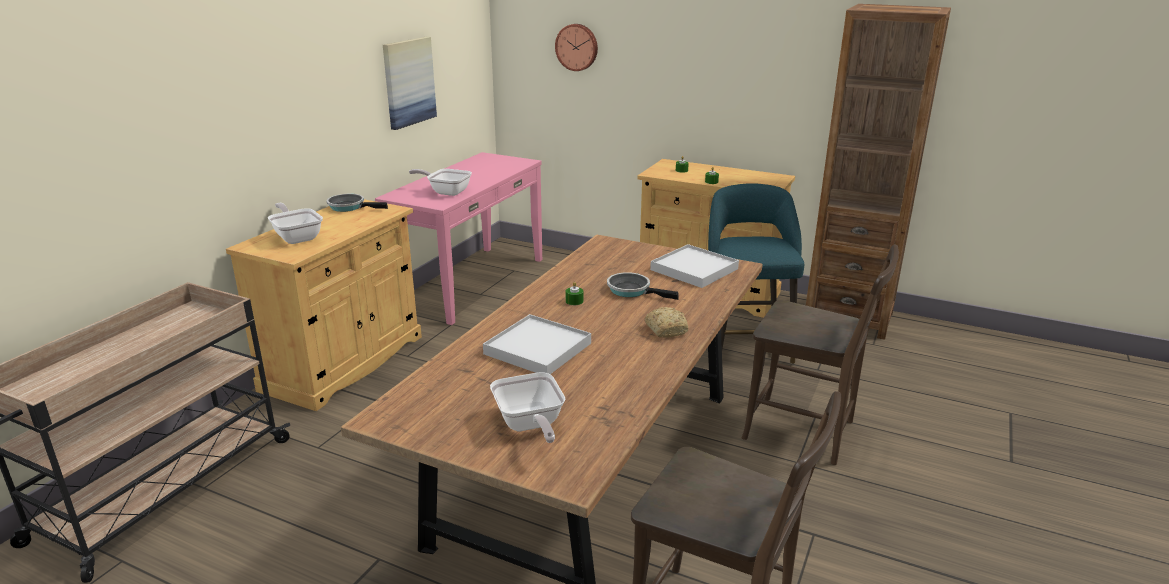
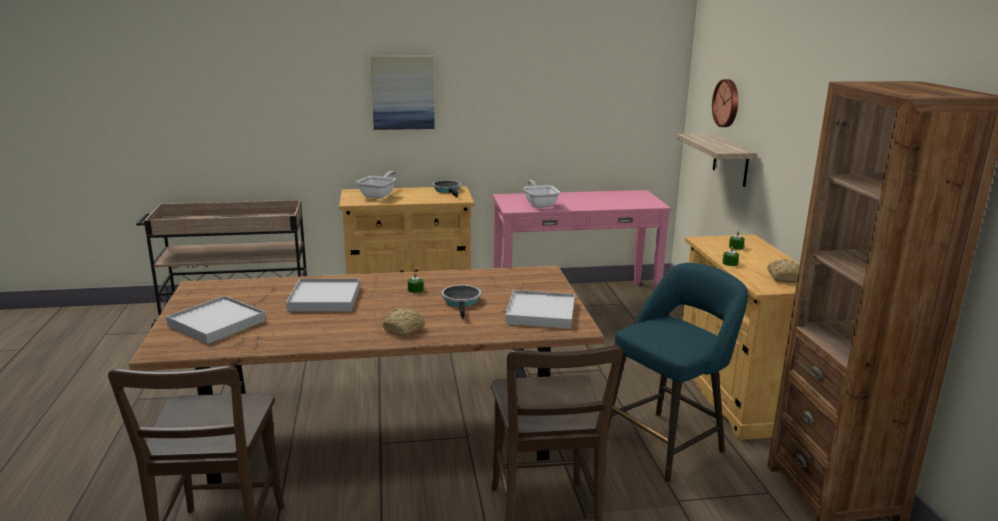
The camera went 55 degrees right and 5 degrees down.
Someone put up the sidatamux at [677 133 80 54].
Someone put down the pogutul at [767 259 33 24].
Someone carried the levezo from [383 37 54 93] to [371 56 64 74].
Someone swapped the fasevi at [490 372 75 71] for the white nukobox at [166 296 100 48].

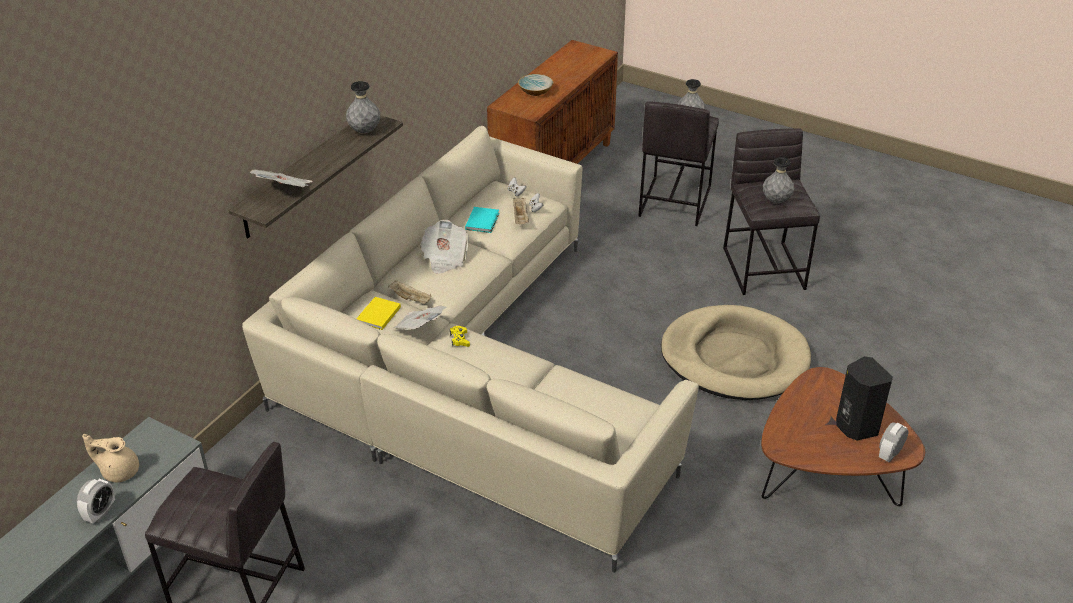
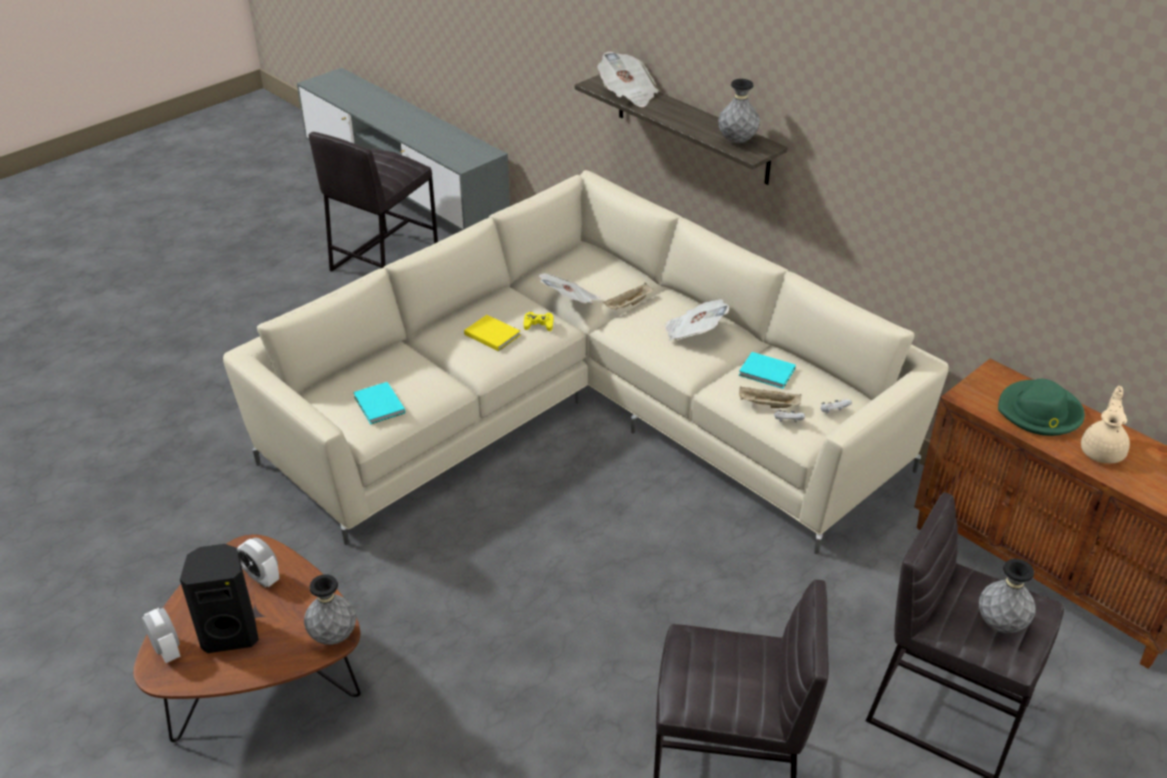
The camera went 105 degrees right and 0 degrees up.
Someone took away the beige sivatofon at [661 305 150 95].
Someone put down the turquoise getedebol at [353 382 52 43].
Someone carried the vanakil from [77 479 38 44] to [237 538 42 50].
Someone carried the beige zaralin from [82 434 57 48] to [1081 386 49 77].
Someone carried the yellow getedebol from [356 297 45 33] to [464 315 57 36].
Someone carried the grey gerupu from [763 157 31 46] to [304 574 52 71].
Someone swapped the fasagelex at [518 74 35 22] for the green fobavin at [998 379 87 57].

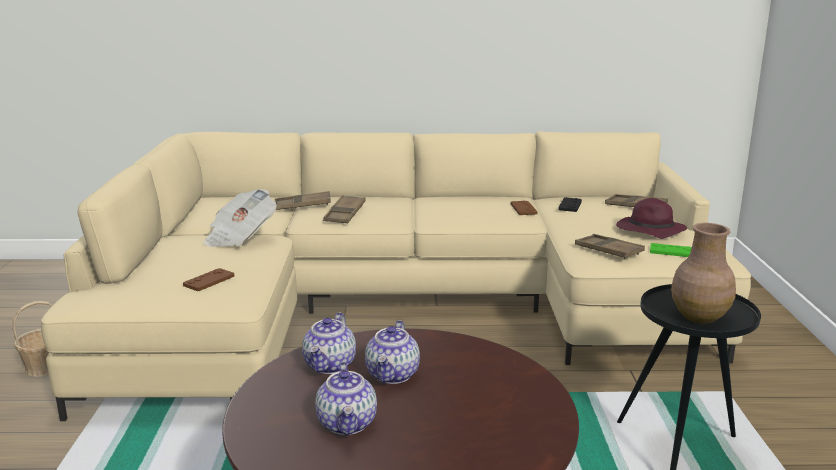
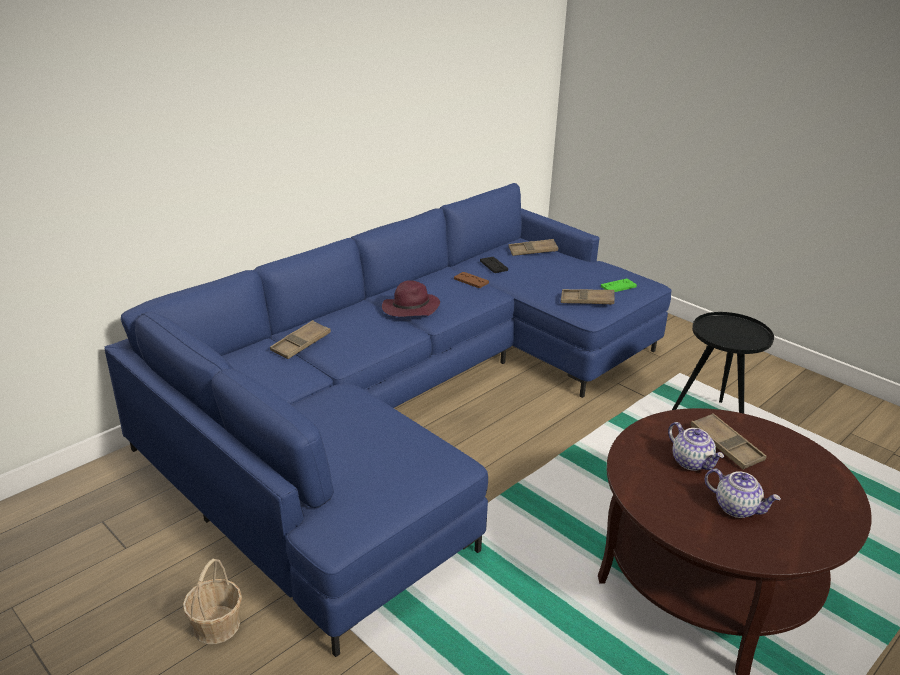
The camera went 45 degrees left and 10 degrees up.
Someone took away the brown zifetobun at [183 268 51 23].
Someone took away the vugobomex at [203 189 74 58].
Someone took away the zaralin at [302 312 54 62].
Someone took away the brown gerupu at [671 223 65 101].
Someone carried the brown nukobox from [323 195 42 28] to [690 413 77 56].
Someone carried the purple fobavin from [616 198 71 41] to [382 280 58 37].
Someone repainted the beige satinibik at [41 131 710 290], which became the blue satinibik at [104 183 568 474].

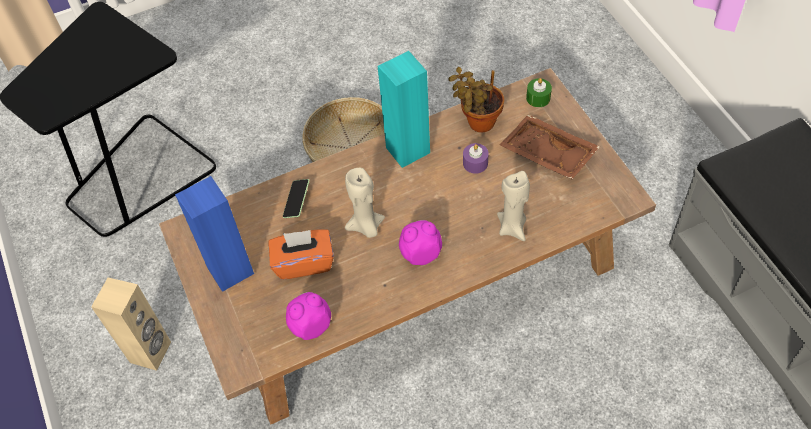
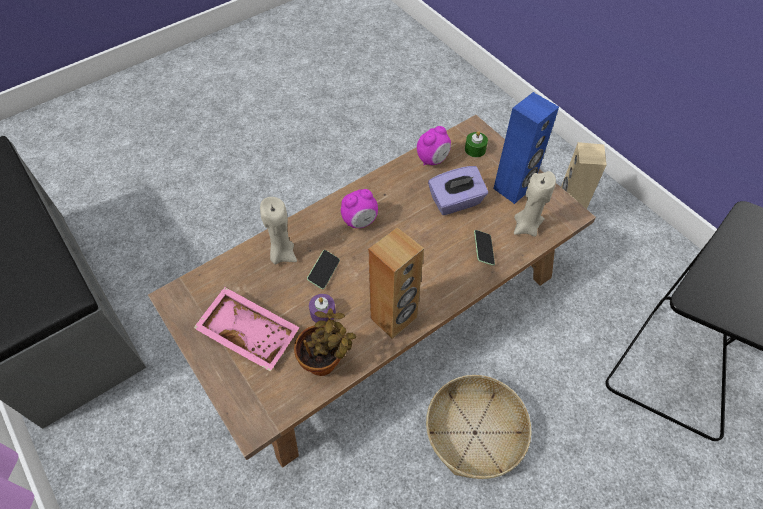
The camera went 165 degrees right and 0 degrees up.
Someone put down the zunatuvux at [307 250 33 39].
Someone carried the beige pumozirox from [345 168 40 70] to [514 171 42 66].
Someone carried the green pumozirox from [526 78 26 29] to [465 131 23 26].
Someone repainted the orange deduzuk at [268 229 66 51], which became the purple deduzuk at [428 166 60 49].
Someone repainted the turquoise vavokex at [378 51 52 117], which became the brown vavokex at [368 227 56 112].
Someone repainted the brown nukobox at [500 115 100 64], which became the pink nukobox at [193 287 107 85].

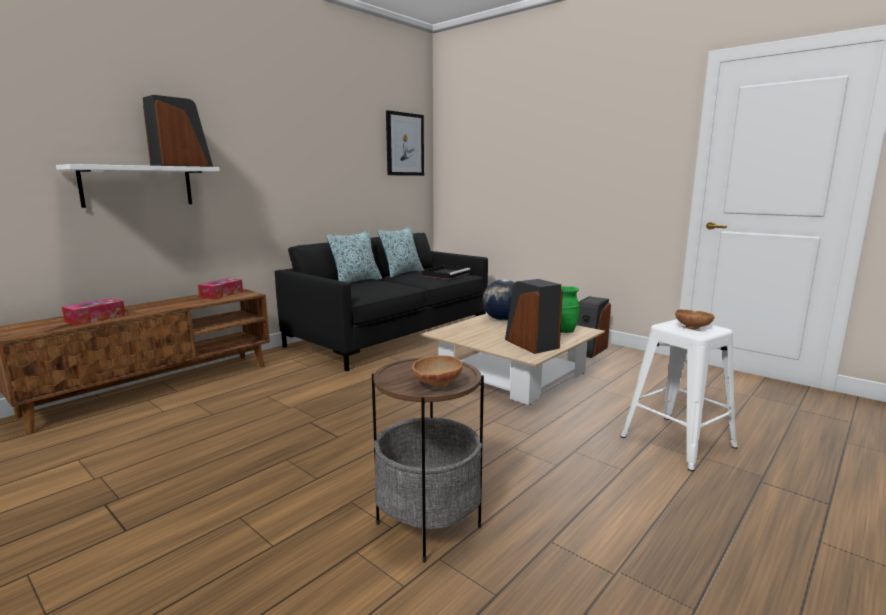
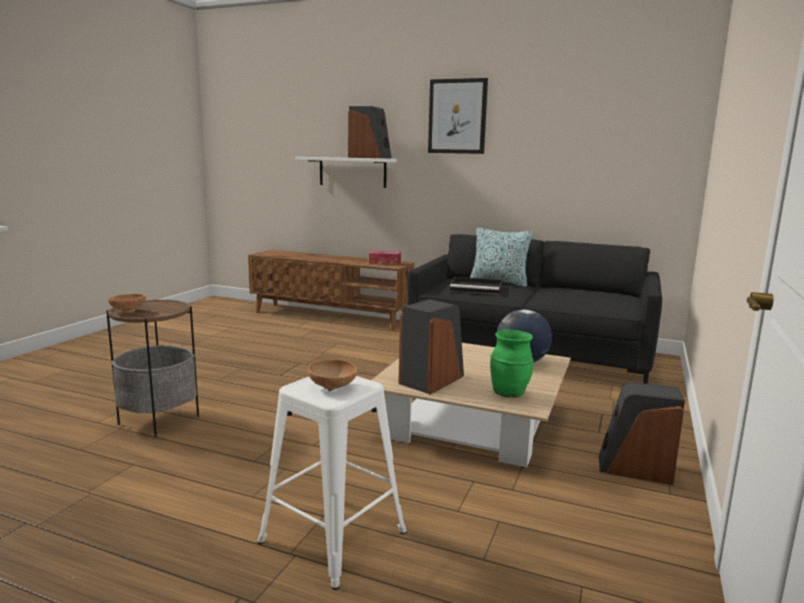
The camera went 70 degrees right and 0 degrees up.
Someone took away the deduzuk at [62 298 64 28].
Someone took away the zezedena at [378 227 46 51].
Someone carried the levezo from [386 110 38 66] to [428 78 60 76].
Someone carried the black nukobox from [422 265 48 14] to [450 277 52 18].

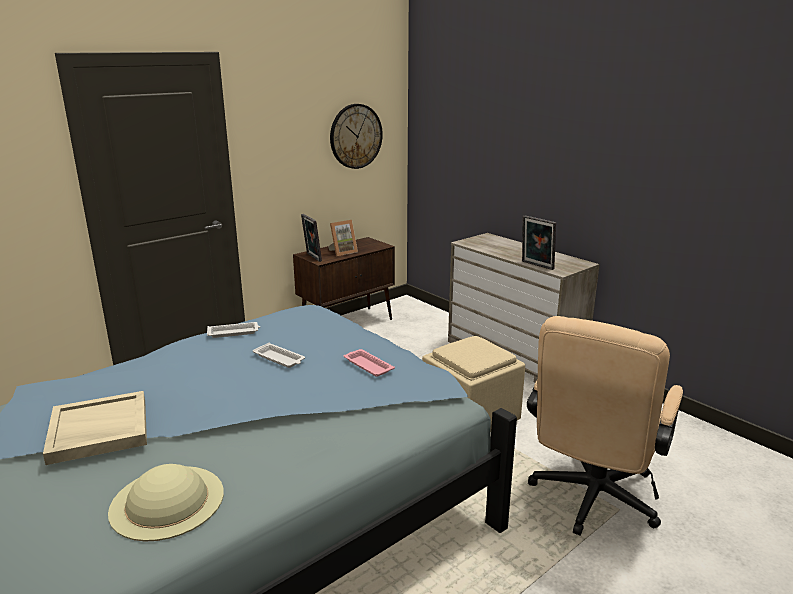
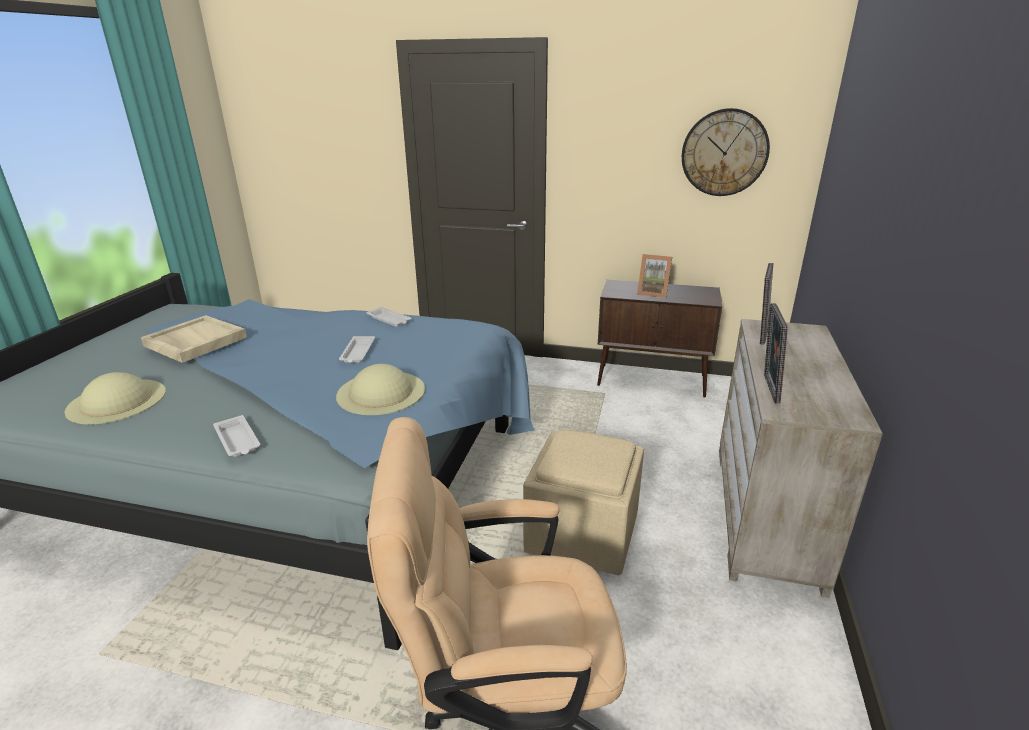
The camera went 55 degrees right and 5 degrees up.
Someone put down the white nukobox at [213 415 47 42].
Someone carried the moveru from [301 214 21 48] to [760 263 13 82].
Someone swapped the pink nukobox at [344 349 51 28] for the beige fobavin at [336 364 89 51].

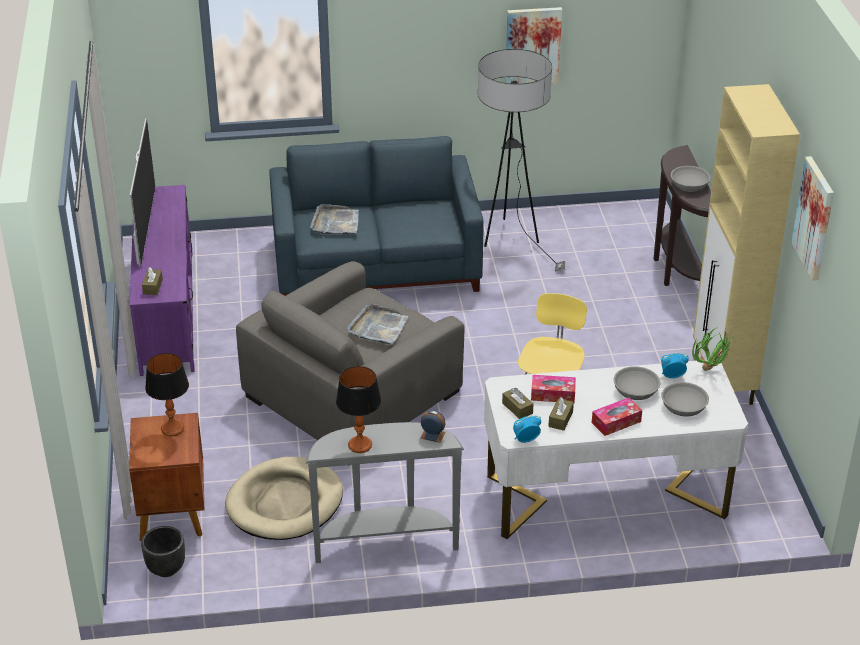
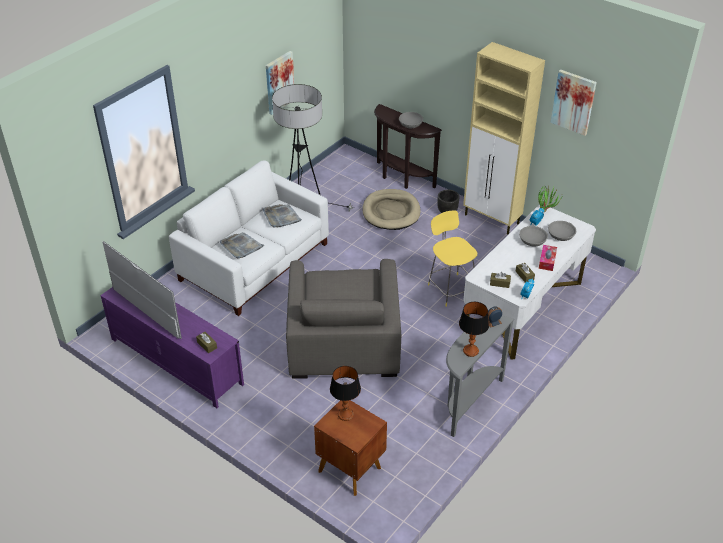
The camera went 45 degrees left and 5 degrees up.
Someone took away the deduzuk at [531 375 45 27].
Someone carried the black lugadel from [141 526 44 51] to [438 190 21 23].
Someone carried the beige sivatofon from [225 457 118 83] to [363 189 58 41].
Someone carried the grey nukobox from [347 303 61 41] to [263 204 39 23].
Someone repainted the blue satinibik at [269 136 215 160], which became the white satinibik at [169 160 160 156].

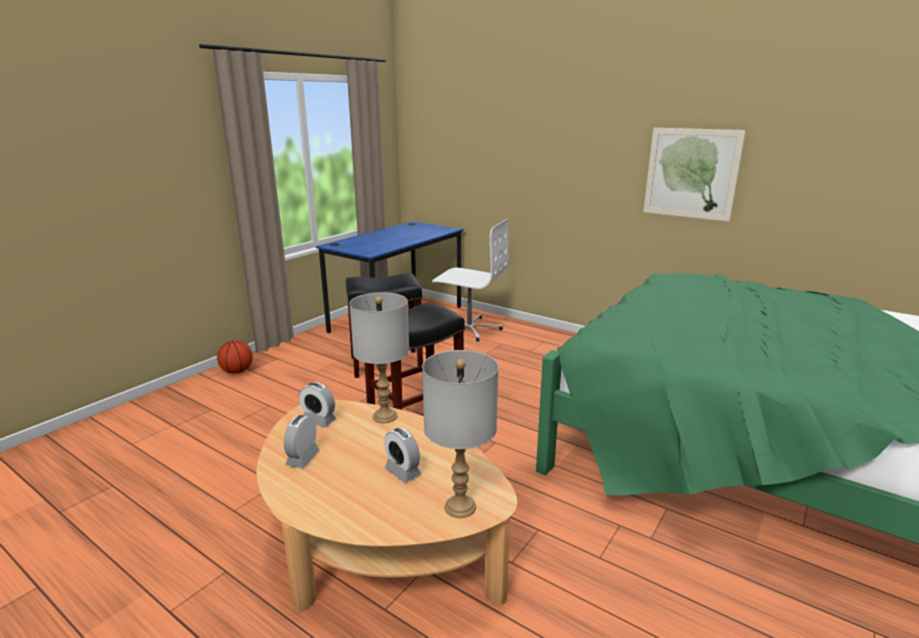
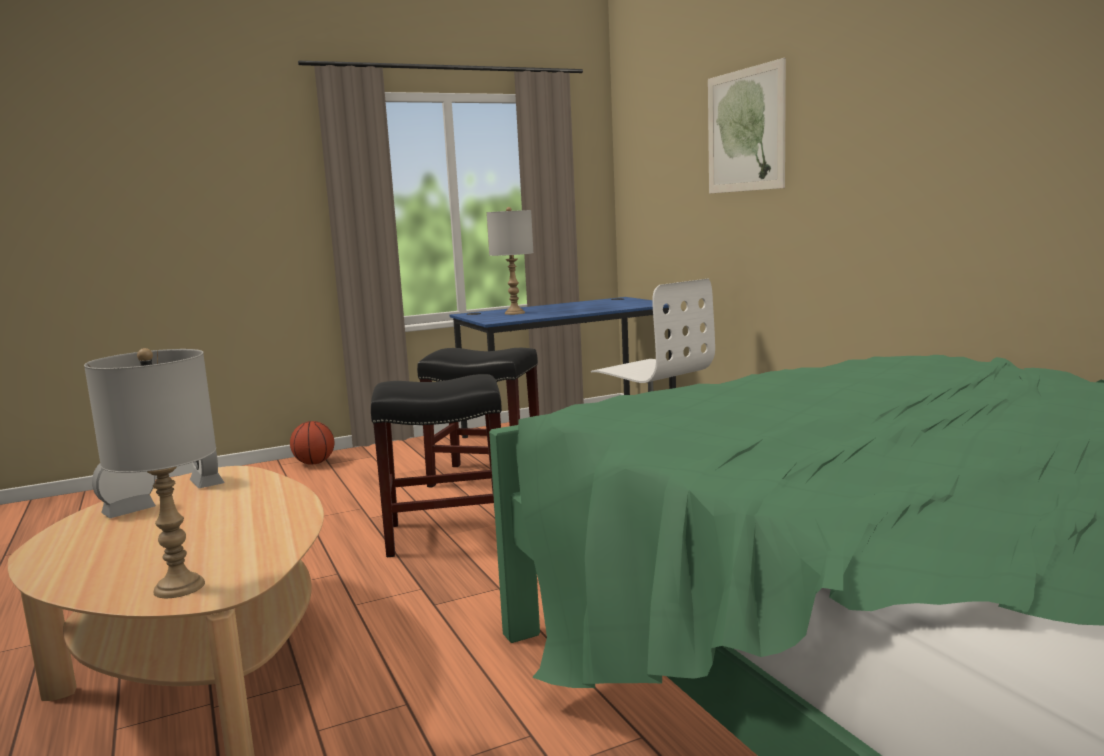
The camera went 30 degrees right and 10 degrees down.
Someone took away the vanakil at [384 428 37 55].
Someone carried the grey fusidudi from [349 292 60 131] to [486 207 47 108].
Someone carried the levezo from [643 128 103 93] to [708 58 78 136].

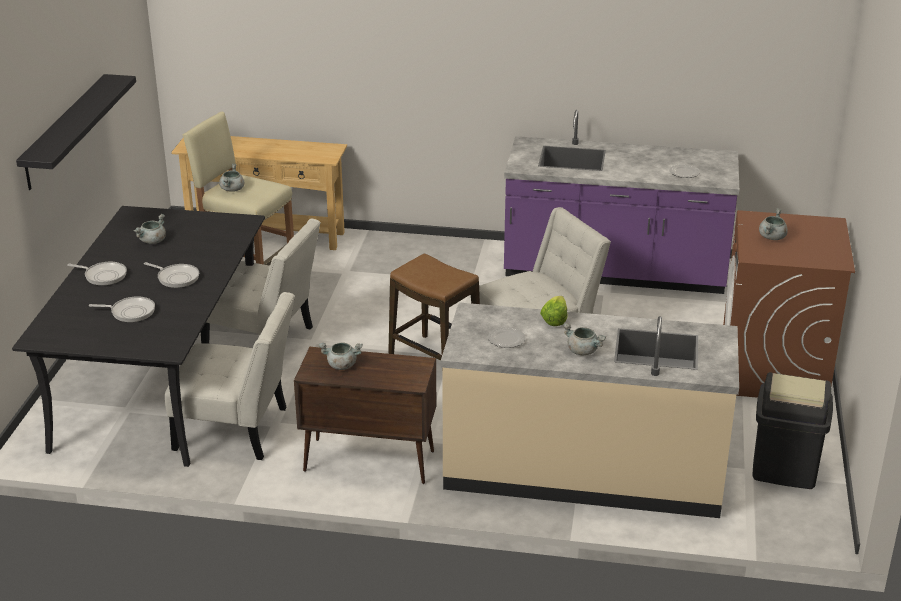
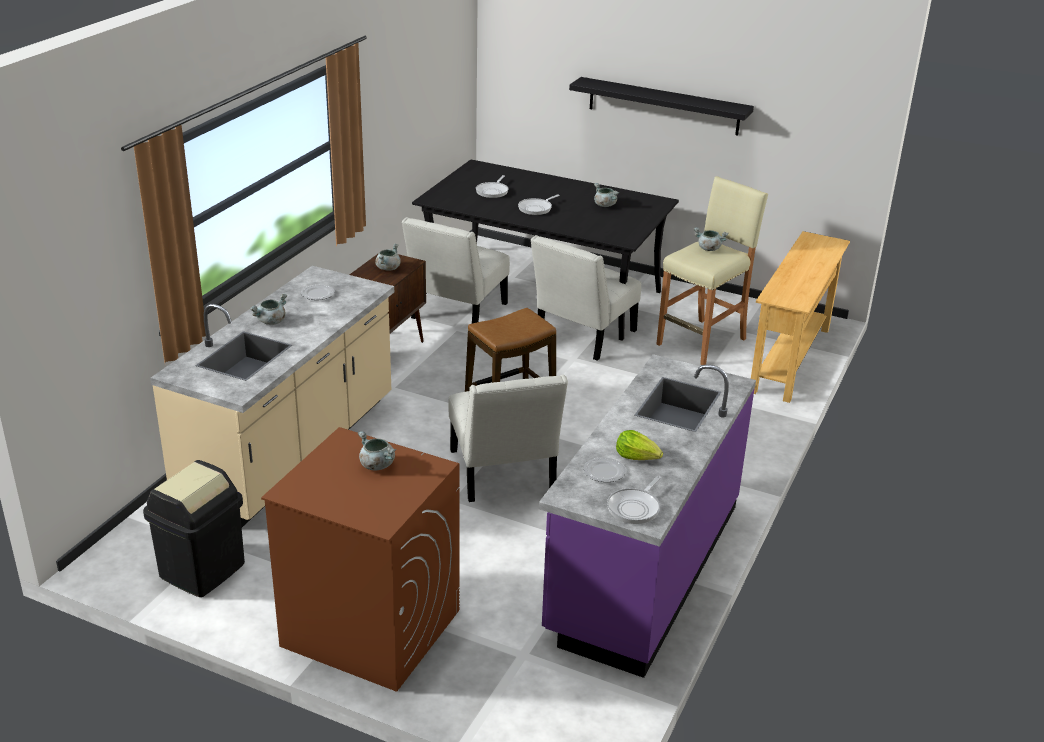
The camera went 105 degrees right and 0 degrees up.
Someone carried the fasevi from [67 262 60 24] to [607 476 54 48].
Someone carried the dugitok from [540 296 27 30] to [616 430 47 30].

